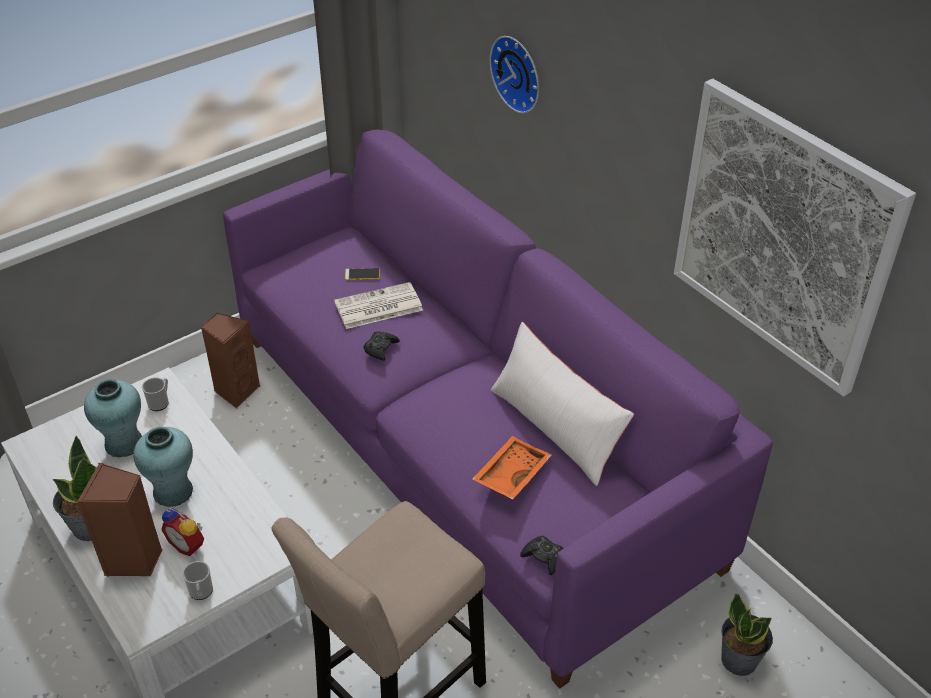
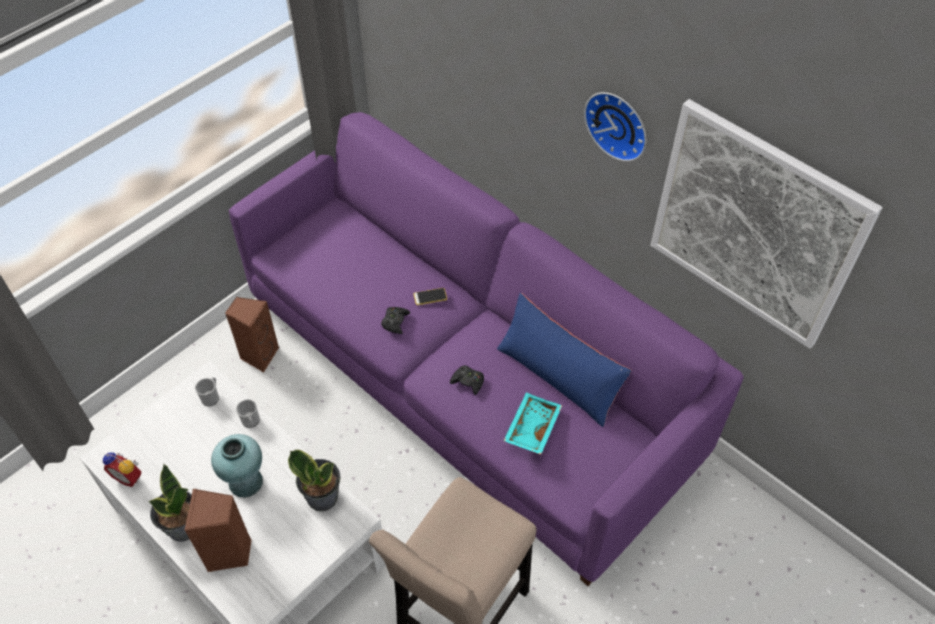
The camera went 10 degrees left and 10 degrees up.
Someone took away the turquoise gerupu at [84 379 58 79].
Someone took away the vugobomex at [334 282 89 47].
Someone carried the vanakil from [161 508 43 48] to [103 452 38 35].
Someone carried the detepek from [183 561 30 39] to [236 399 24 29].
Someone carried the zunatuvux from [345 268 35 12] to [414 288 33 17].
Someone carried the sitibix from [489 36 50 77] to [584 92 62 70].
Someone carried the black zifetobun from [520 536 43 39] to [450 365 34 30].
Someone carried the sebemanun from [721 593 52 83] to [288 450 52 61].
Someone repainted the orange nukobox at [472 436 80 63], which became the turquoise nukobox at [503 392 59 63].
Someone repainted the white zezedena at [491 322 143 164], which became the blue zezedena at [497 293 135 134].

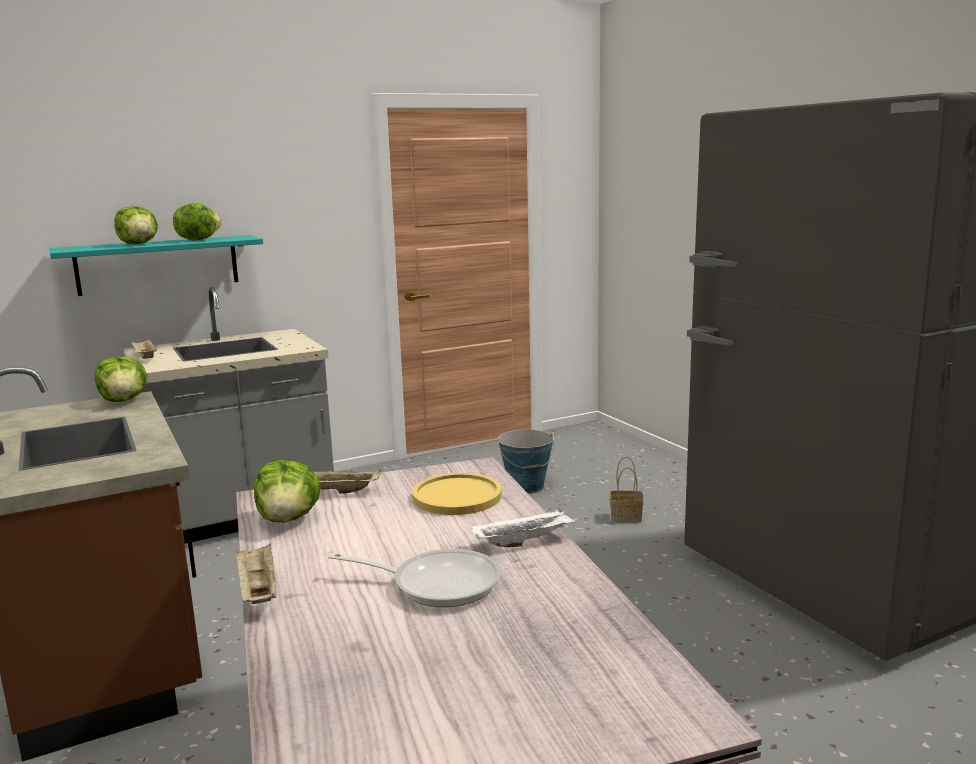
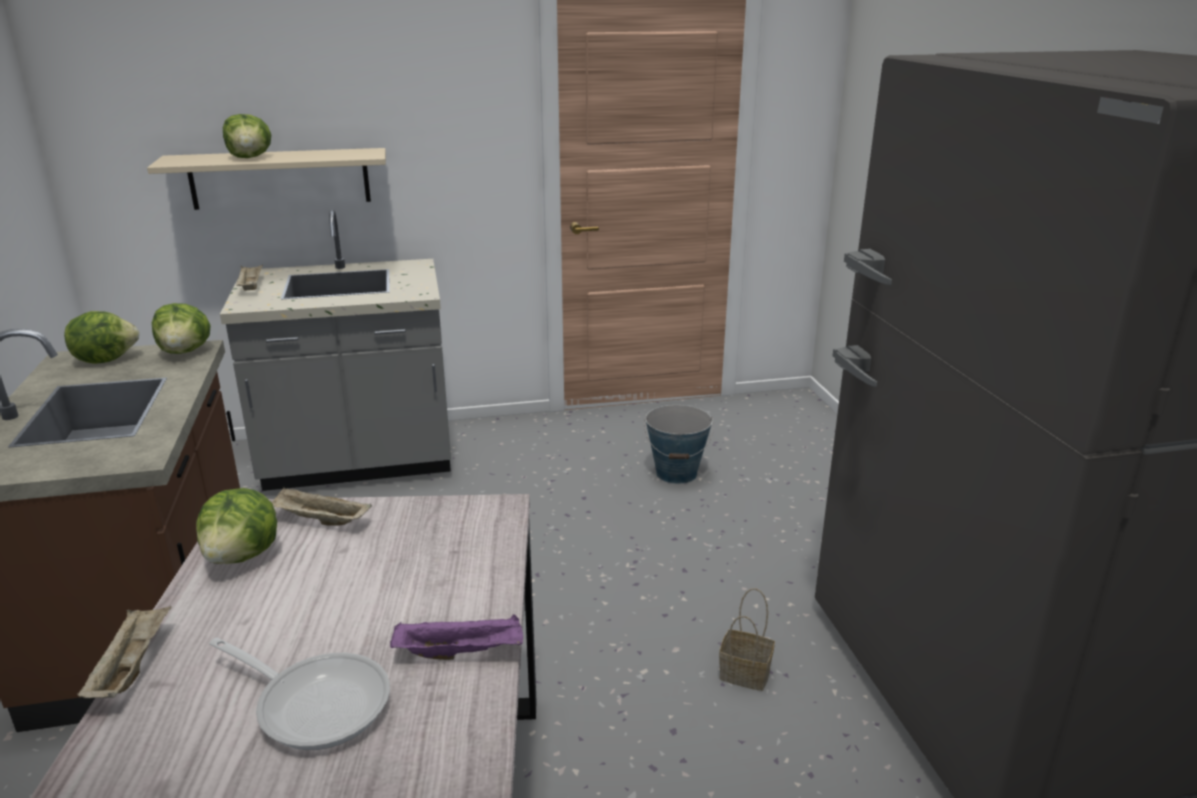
The camera went 15 degrees right and 10 degrees up.
Someone took away the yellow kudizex at [412 473 90 42].
Someone carried the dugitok from [173 203 49 37] to [64 311 75 53].
Someone carried the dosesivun from [610 457 34 66] to [719 588 56 103].
Someone repainted the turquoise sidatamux at [50 235 213 61], which became the beige sidatamux at [147 148 239 62].
Someone repainted the white nukobox at [471 507 106 40], which became the purple nukobox at [390 614 133 46].

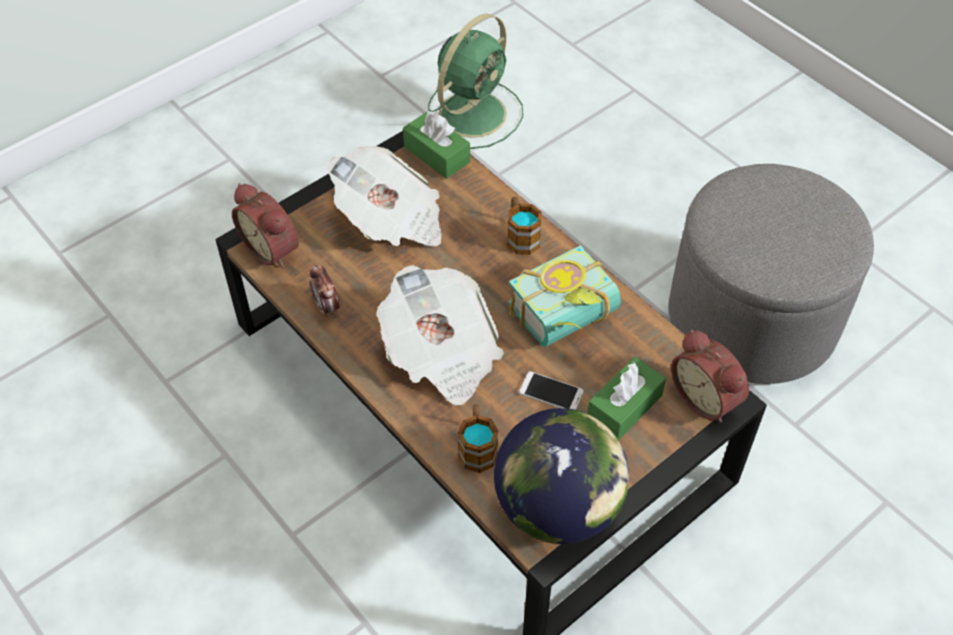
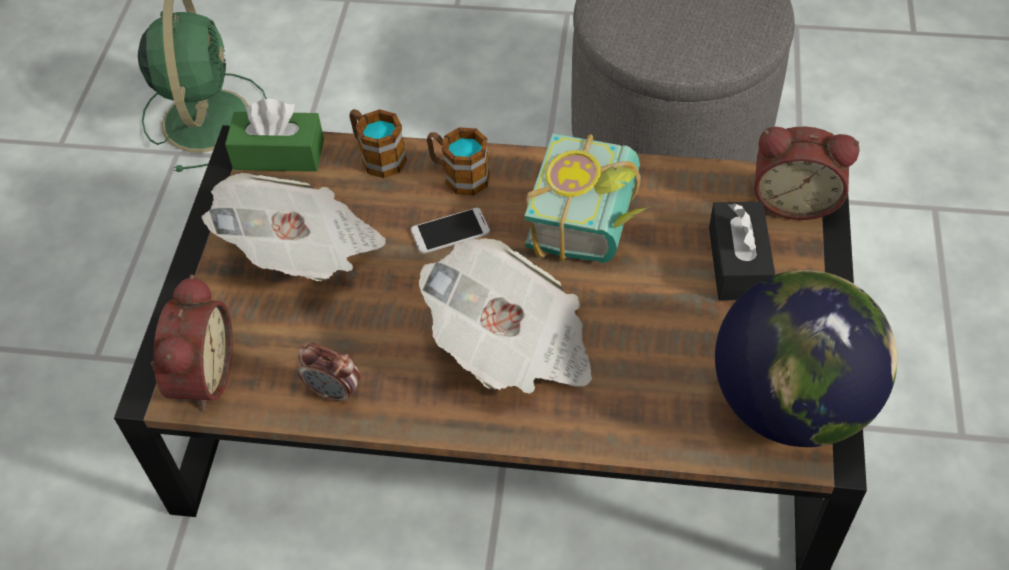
The camera went 40 degrees left and 0 degrees up.
Someone carried the detepek from [458 404 41 69] to [349 109 58 69].
Someone carried the zunatuvux from [519 371 65 39] to [411 208 79 46].
Someone repainted the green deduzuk at [587 357 79 83], which became the black deduzuk at [709 202 66 98].
Someone rotated the vanakil at [232 183 67 85] by 90 degrees counterclockwise.

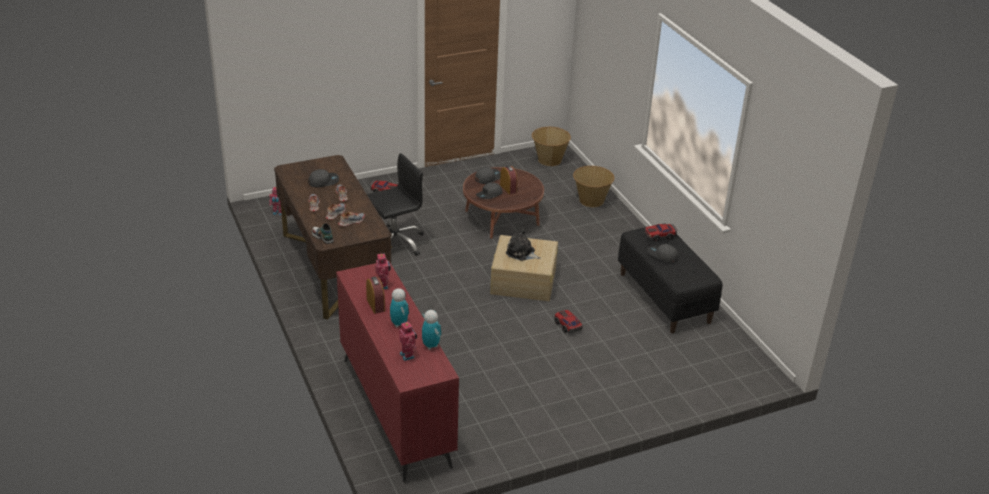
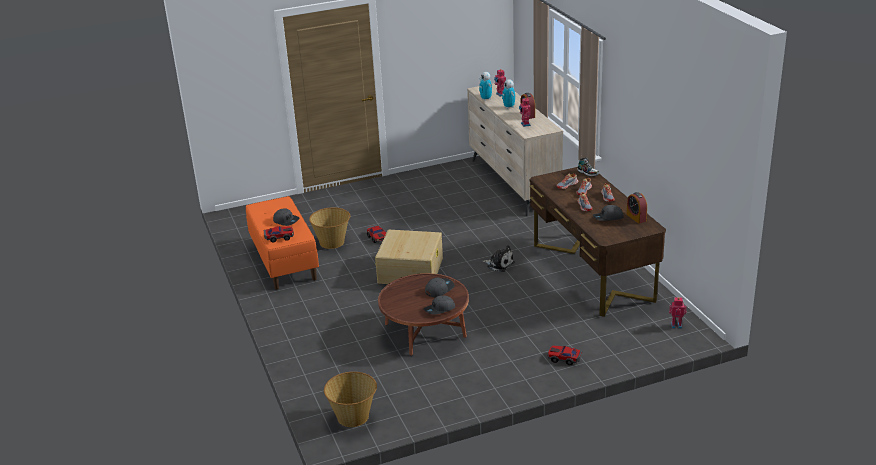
The camera went 175 degrees left and 5 degrees down.
Someone took away the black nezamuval at [367 153 57 103].
Someone carried the vanakil from [500 165 17 29] to [626 192 21 32].
Someone carried the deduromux from [506 228 34 33] to [483 245 32 27].
Someone carried the dosesivun from [573 166 41 41] to [309 207 41 42].
Someone repainted the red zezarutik at [336 261 123 221], which became the beige zezarutik at [467 83 96 133].
Someone repainted the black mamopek at [618 223 104 110], which became the orange mamopek at [246 196 73 94].

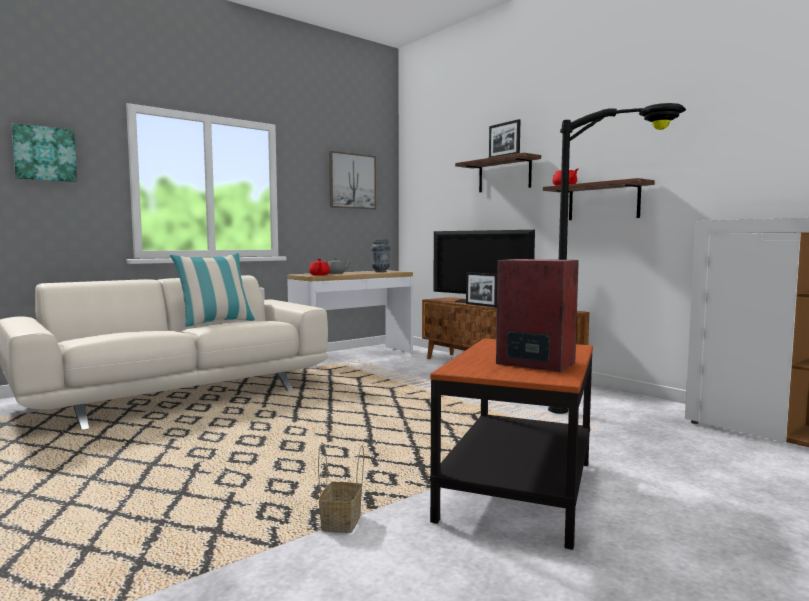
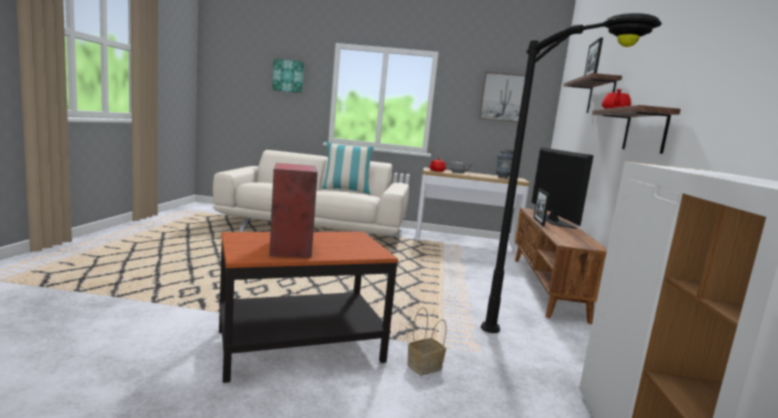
The camera went 45 degrees right and 5 degrees up.
Someone carried the dosesivun from [318 443 46 90] to [407 307 40 69].

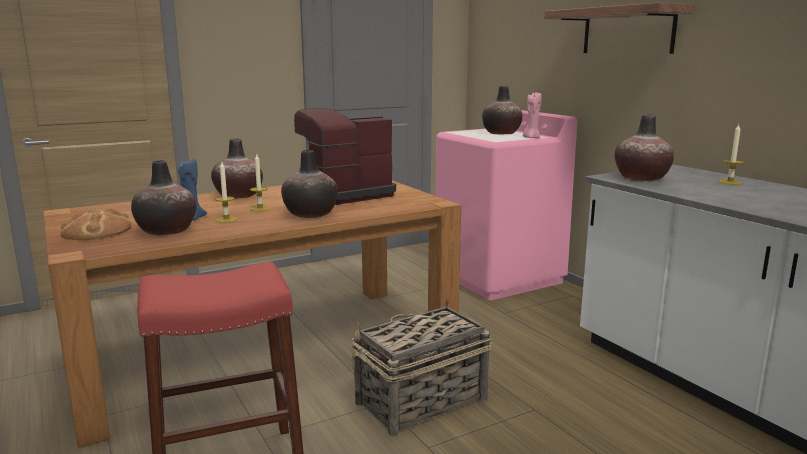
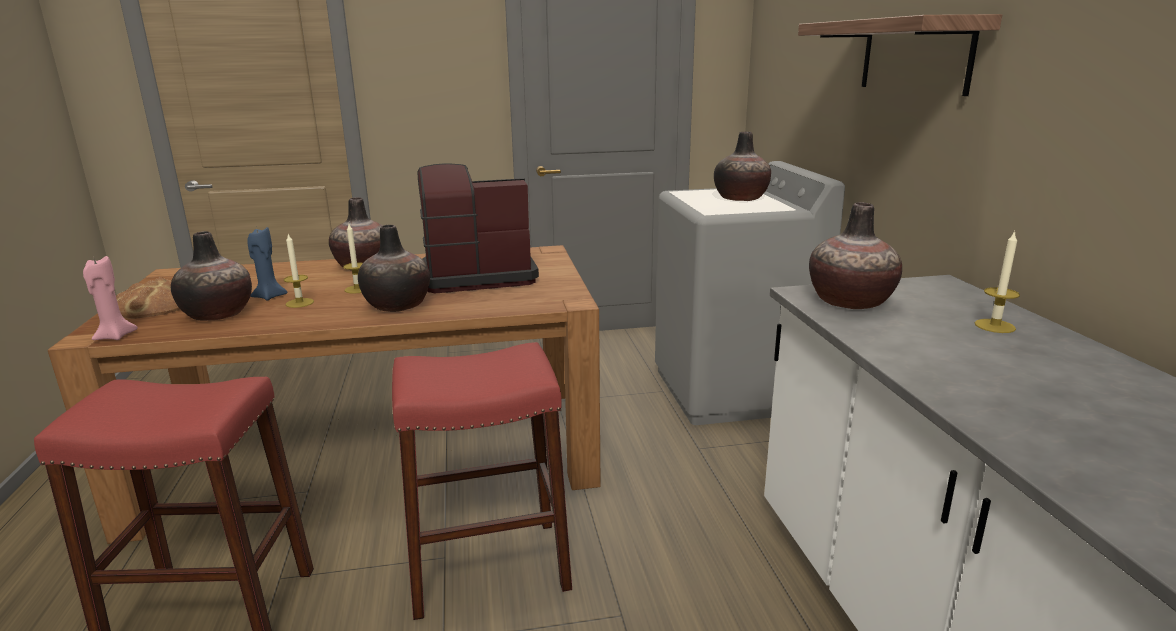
The camera went 20 degrees right and 5 degrees up.
Someone carried the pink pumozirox from [523 92 19 47] to [83 256 55 84].
Someone swapped the dosesivun at [351 299 141 137] for the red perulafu at [392 342 180 278].
Someone repainted the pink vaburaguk at [435 110 142 190], which became the grey vaburaguk at [655 161 190 264].

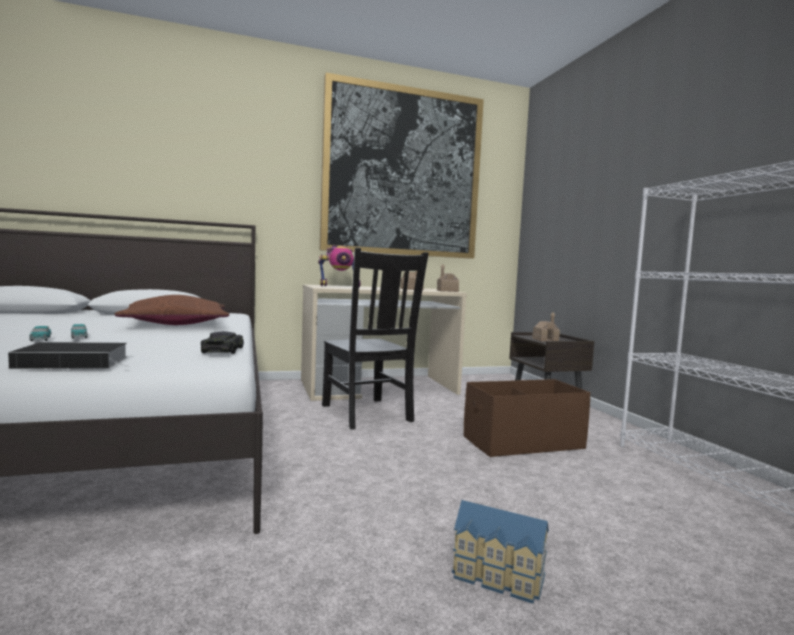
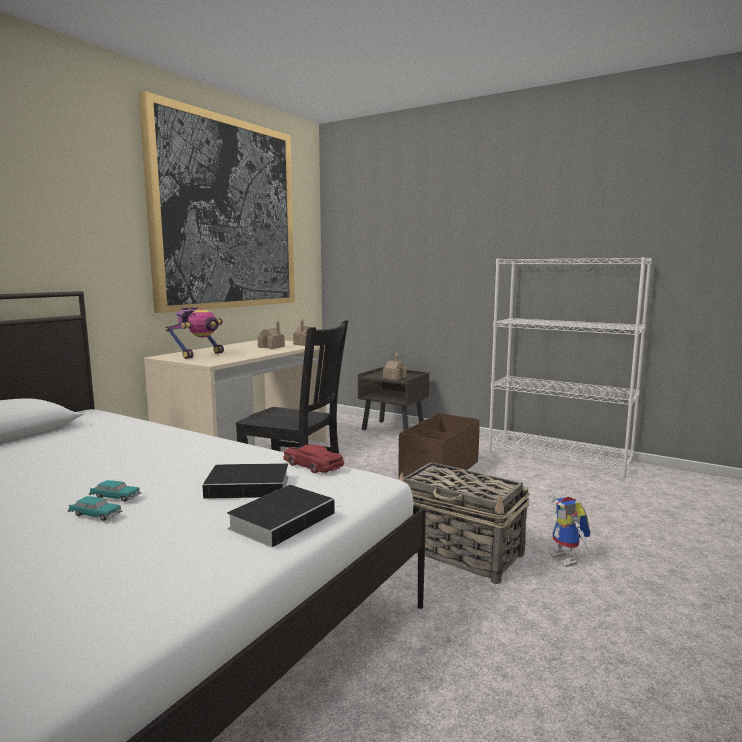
The camera went 40 degrees left and 5 degrees up.
Someone took away the brown zezedena at [115 295 114 30].
Someone put down the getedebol at [202 463 87 36].
Someone put down the dosesivun at [399 462 131 122].
Someone swapped the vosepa at [452 500 97 104] for the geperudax at [548 494 43 73].
Someone repainted the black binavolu at [201 331 43 23], which became the red binavolu at [283 445 61 28].

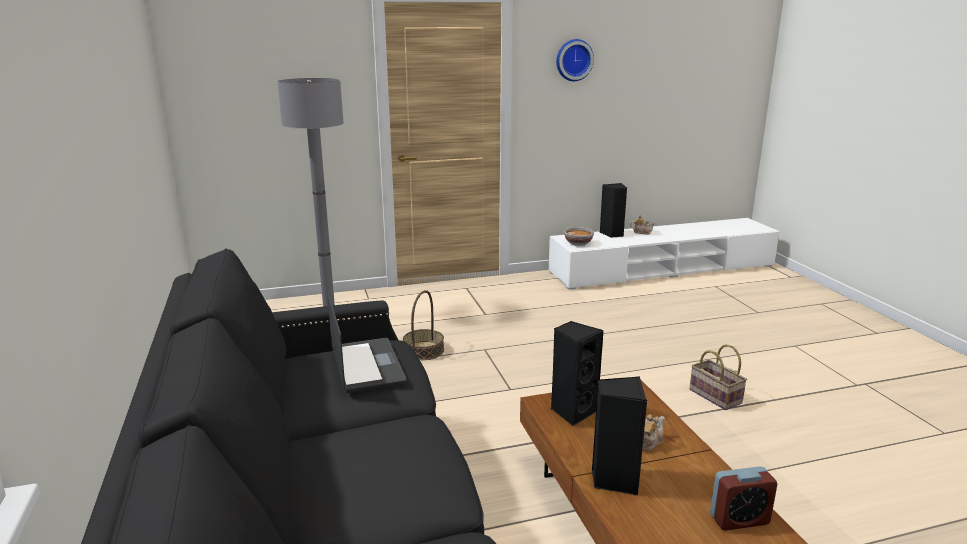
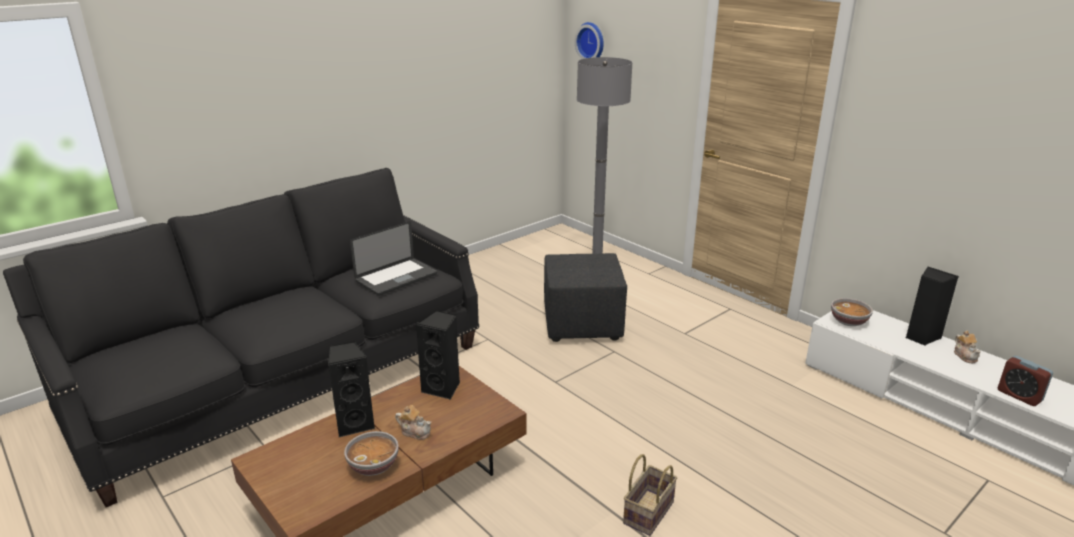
The camera went 65 degrees right and 5 degrees up.
Someone put down the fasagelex at [344 431 55 45].
Someone carried the sitibix from [556 39 38 42] to [575 22 29 37].
Someone carried the vanakil from [710 466 67 65] to [998 356 55 50].
Someone swapped the dosesivun at [403 290 41 70] for the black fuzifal at [544 253 83 89].

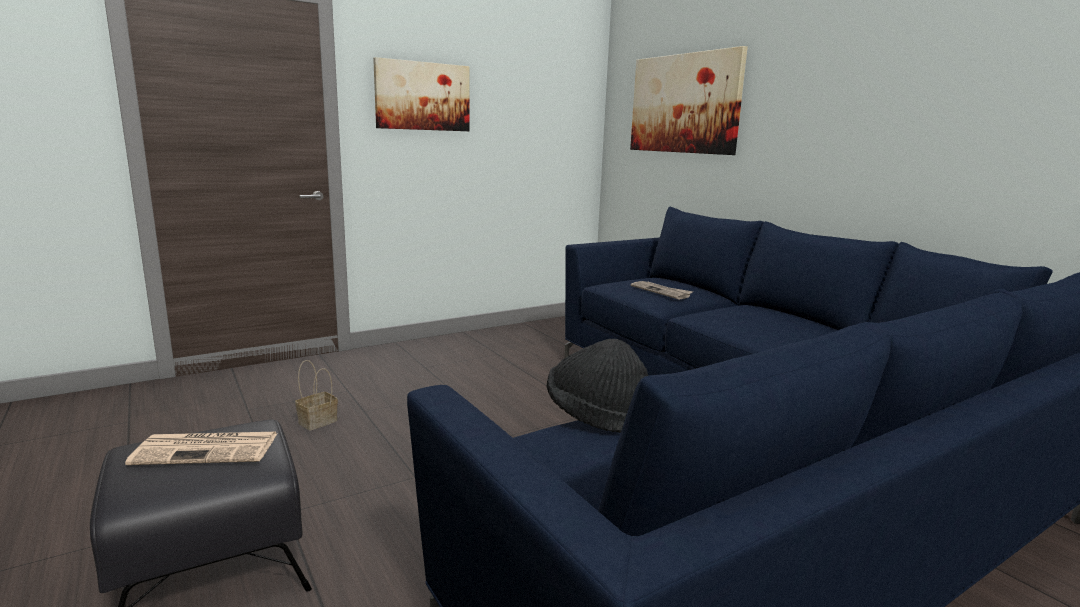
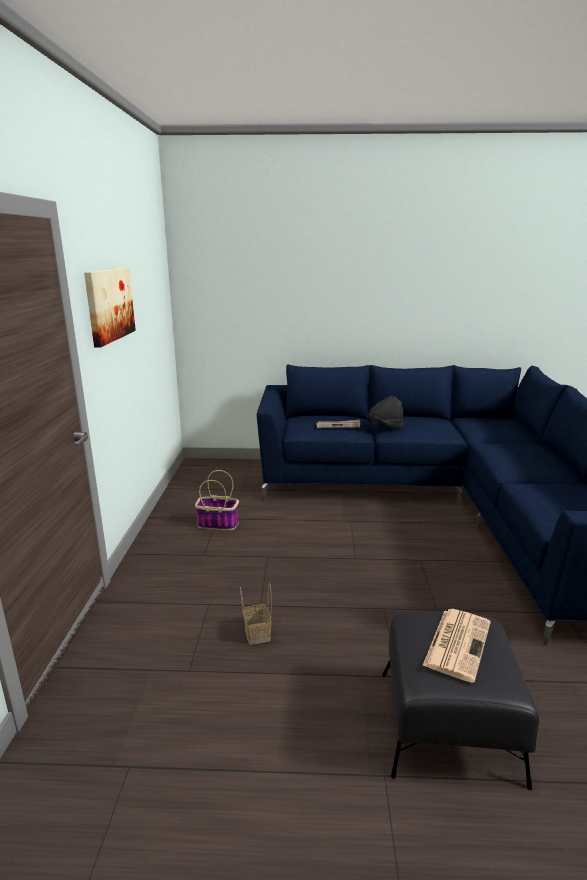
The camera went 55 degrees left and 5 degrees up.
Someone took away the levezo at [630 46 118 109].
Someone put down the dosesivun at [195 470 44 60].
Someone carried the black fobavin from [546 339 102 94] to [367 396 37 32].

